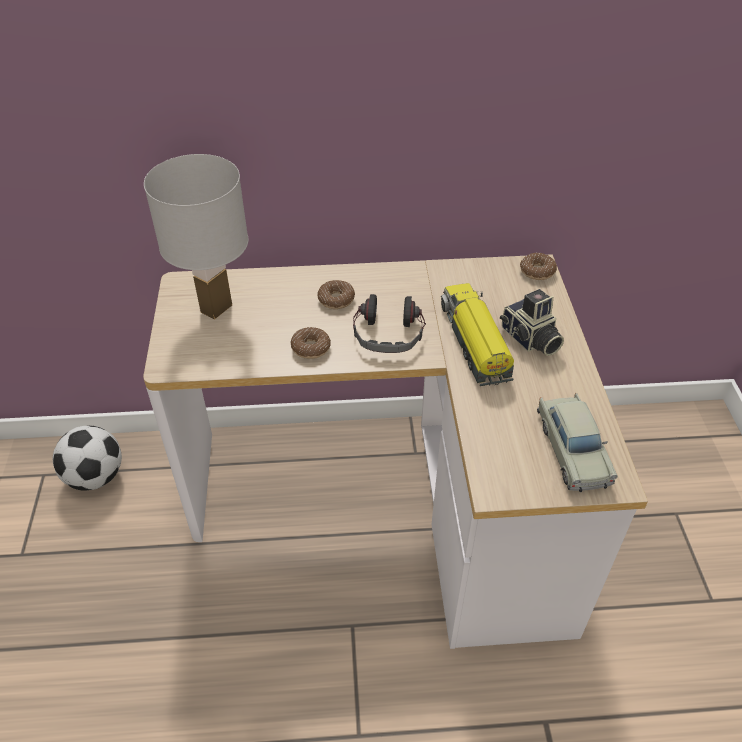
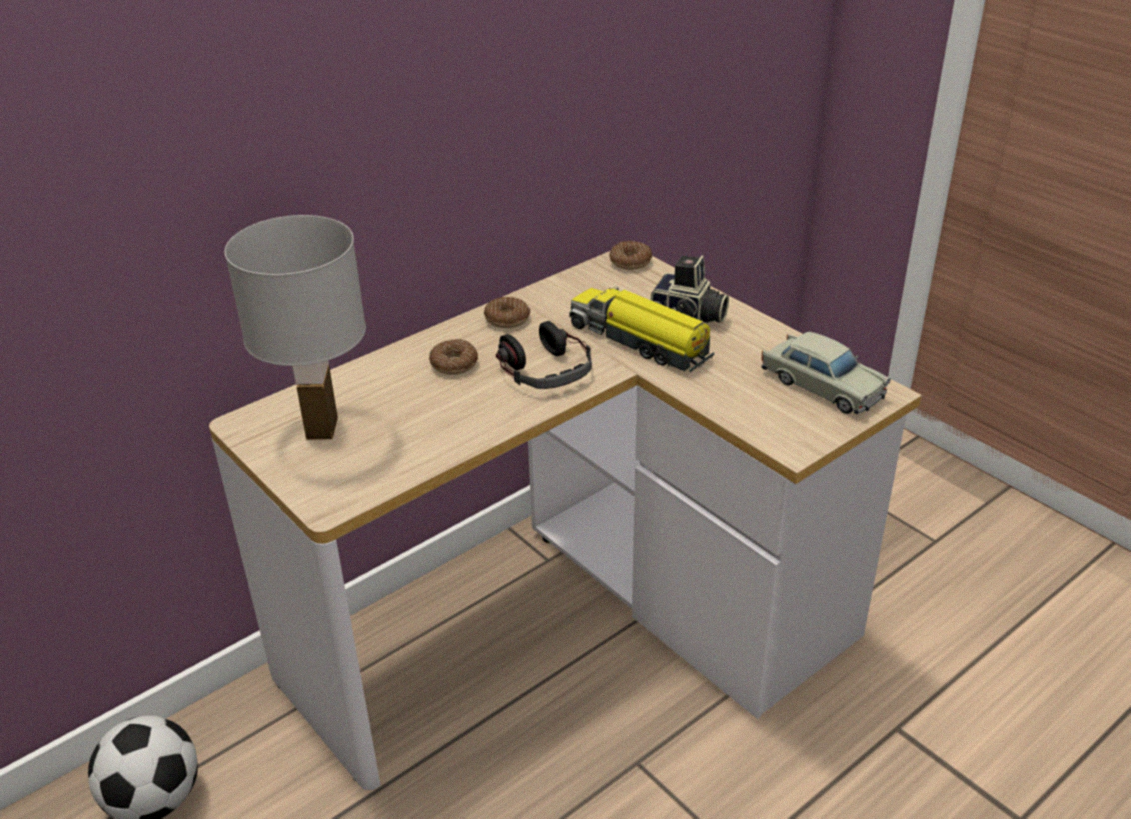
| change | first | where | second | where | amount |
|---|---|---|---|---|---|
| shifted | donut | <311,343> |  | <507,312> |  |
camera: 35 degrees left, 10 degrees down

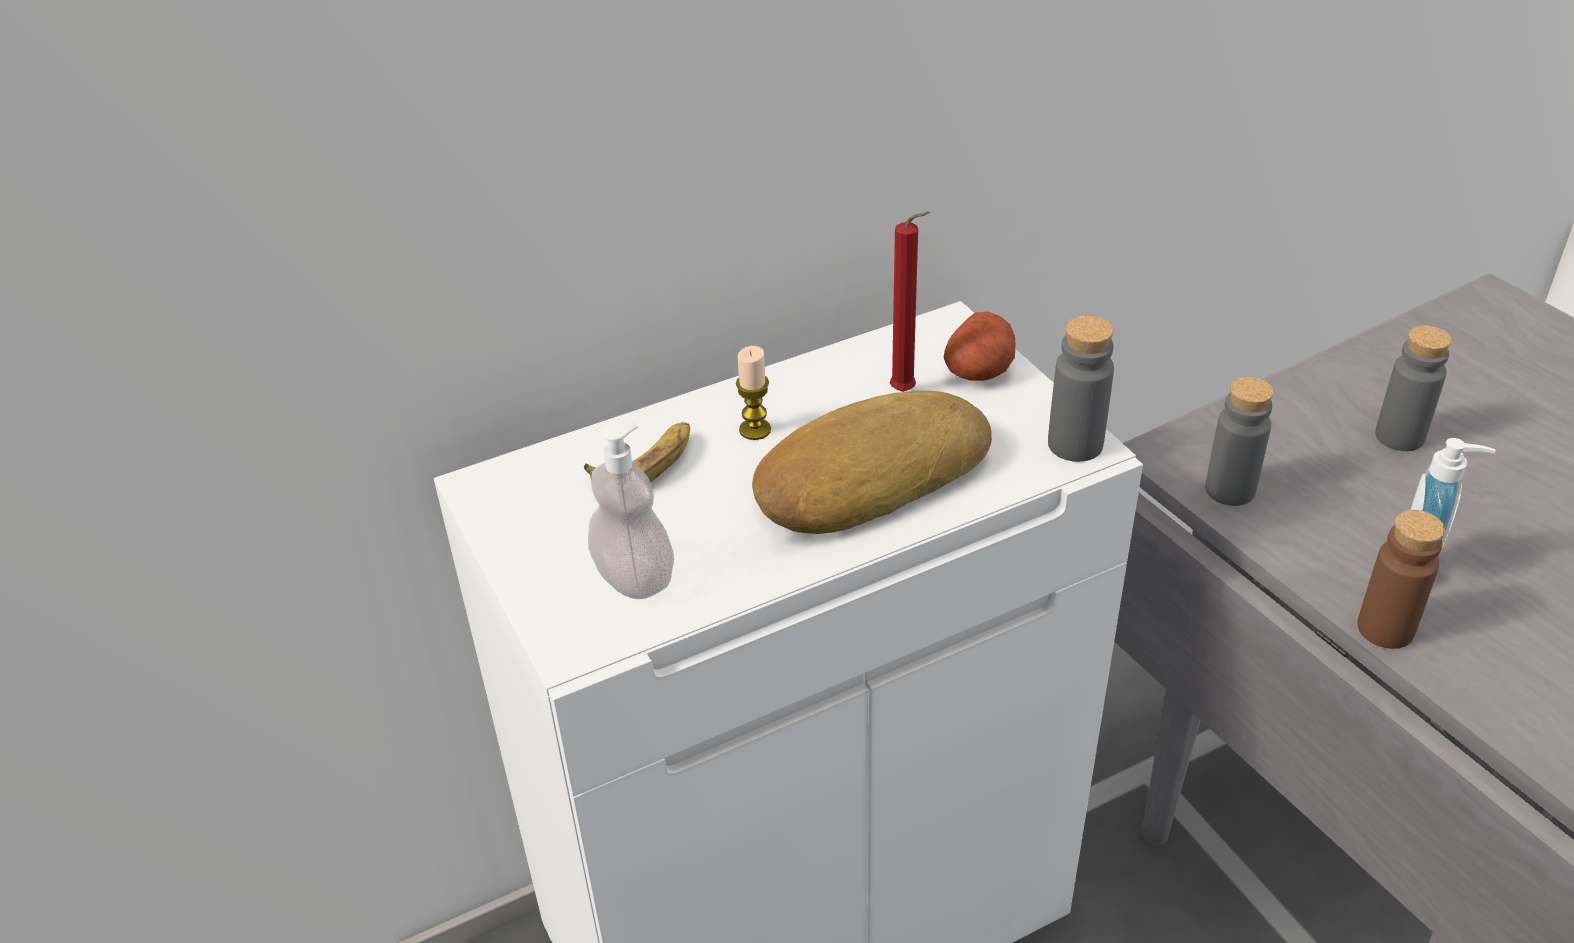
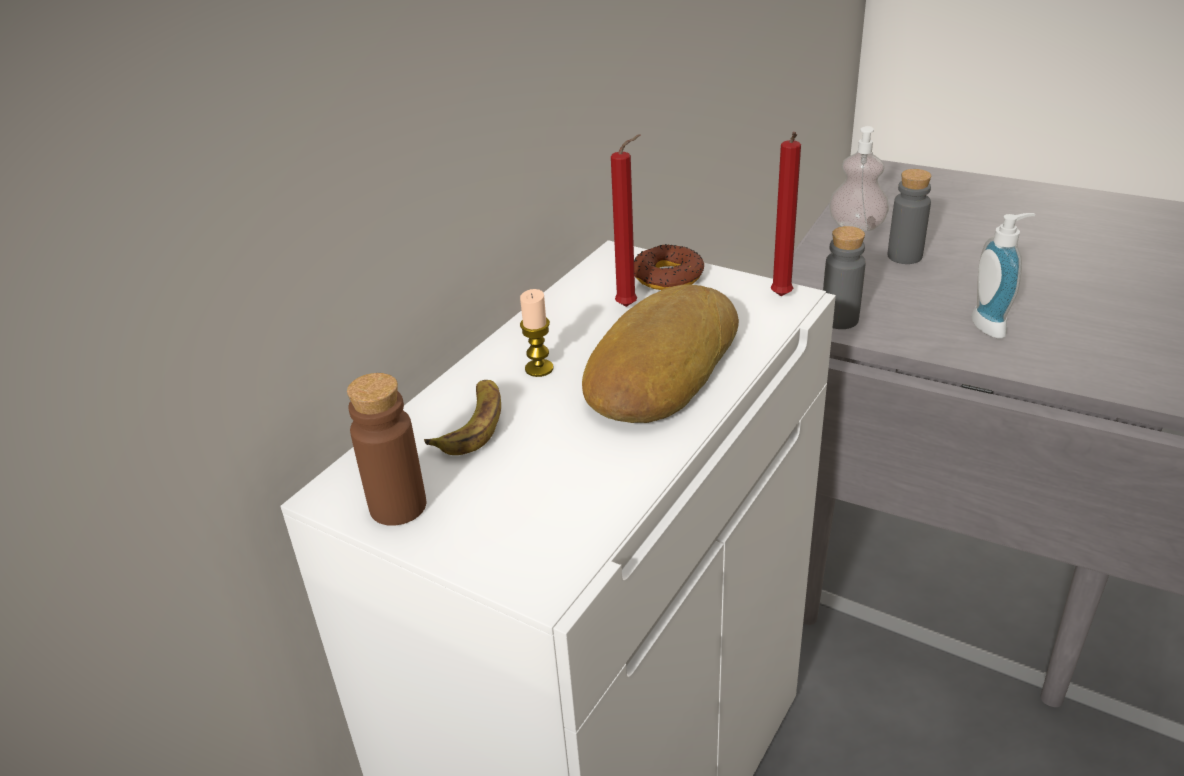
| change | first | where | second | where | amount |
|---|---|---|---|---|---|
| shifted | soap dispenser | <631,510> |  | <859,178> |  |
| shifted | bottle (brown) | <1401,579> |  | <386,449> |  |
| swapped | potato | <979,346> | donut | <669,267> |  |
| swapped | bottle (grey) | <1081,388> | candle (red) | <785,214> |  |
camera: 30 degrees left, 5 degrees down

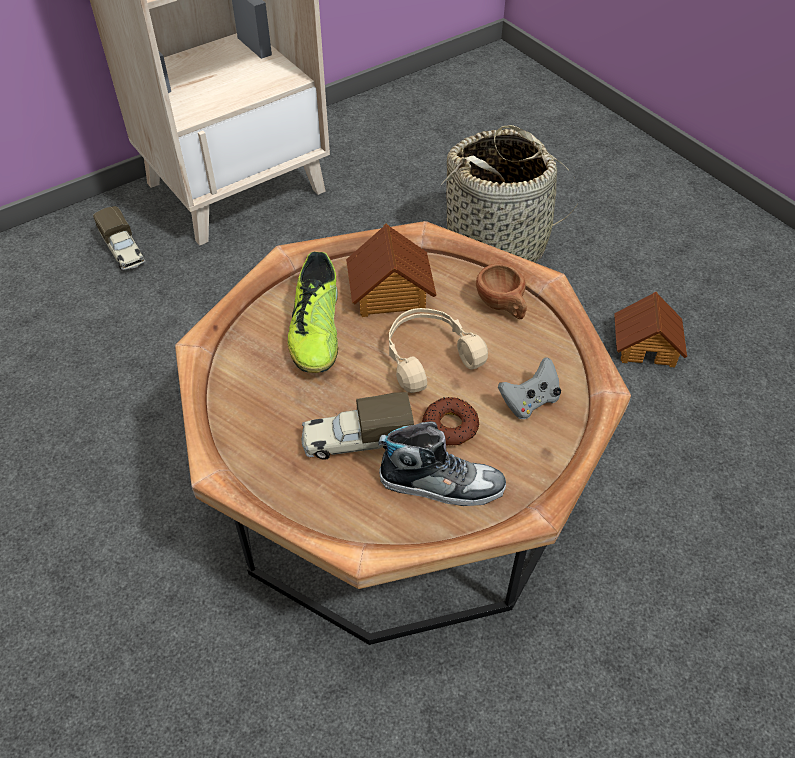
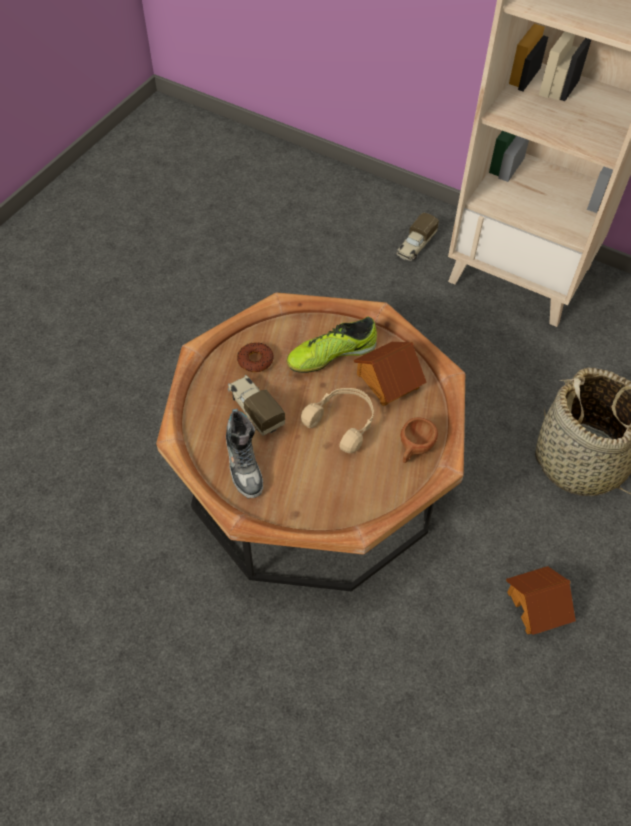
| change | first | where | second | where | amount |
|---|---|---|---|---|---|
| gone | game controller (grey) | <529,388> |  |  |  |
| shifted | donut | <450,421> |  | <255,357> |  |
camera: 65 degrees right, 5 degrees up

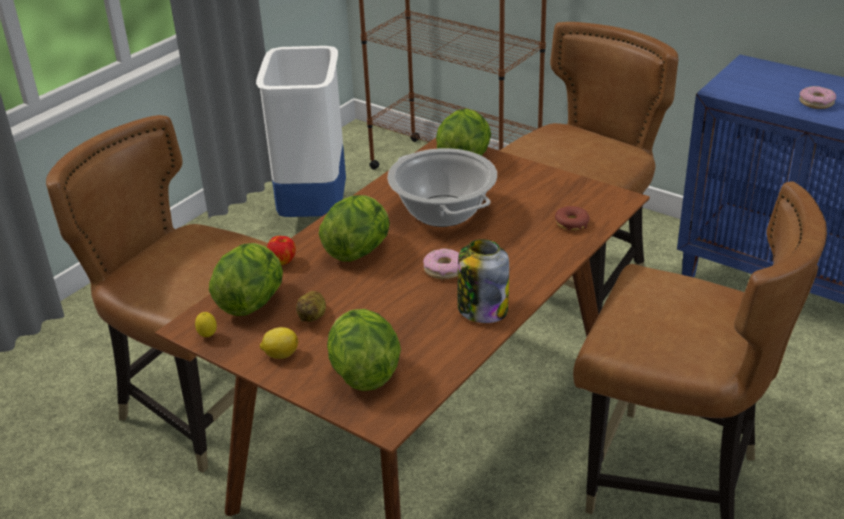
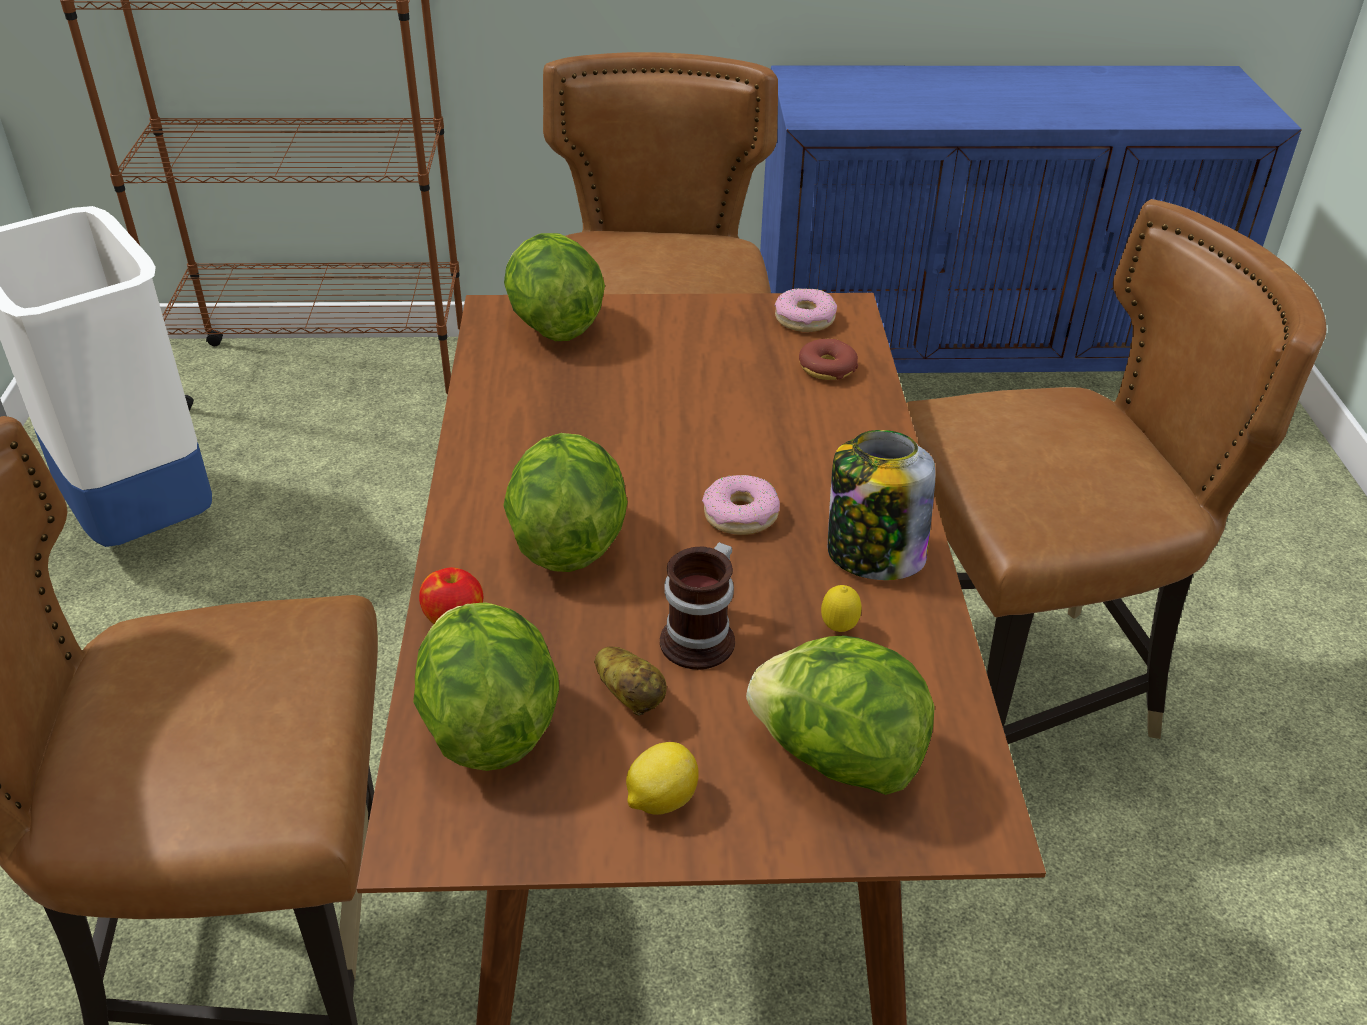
| change | first | where | second | where | amount |
|---|---|---|---|---|---|
| gone | cooking pot | <442,187> |  |  |  |
| new |  |  | mug | <697,606> |  |
| shifted | lemon | <206,324> |  | <841,608> |  |
| shifted | donut | <817,97> |  | <806,310> |  |
camera: 40 degrees left, 5 degrees up

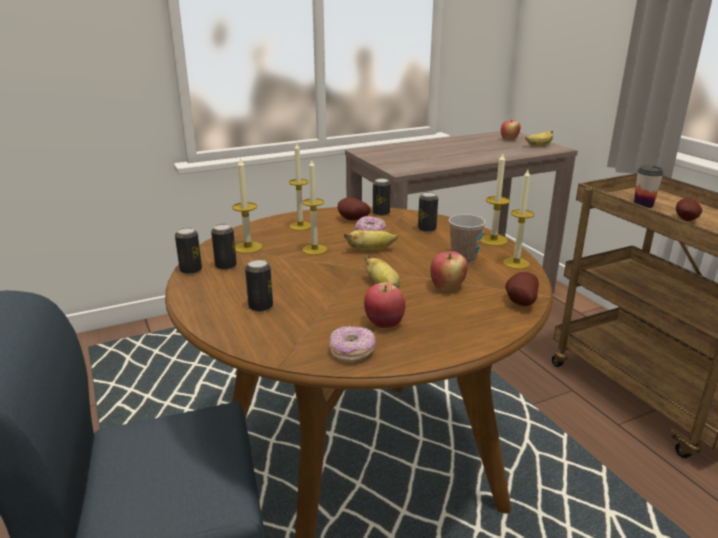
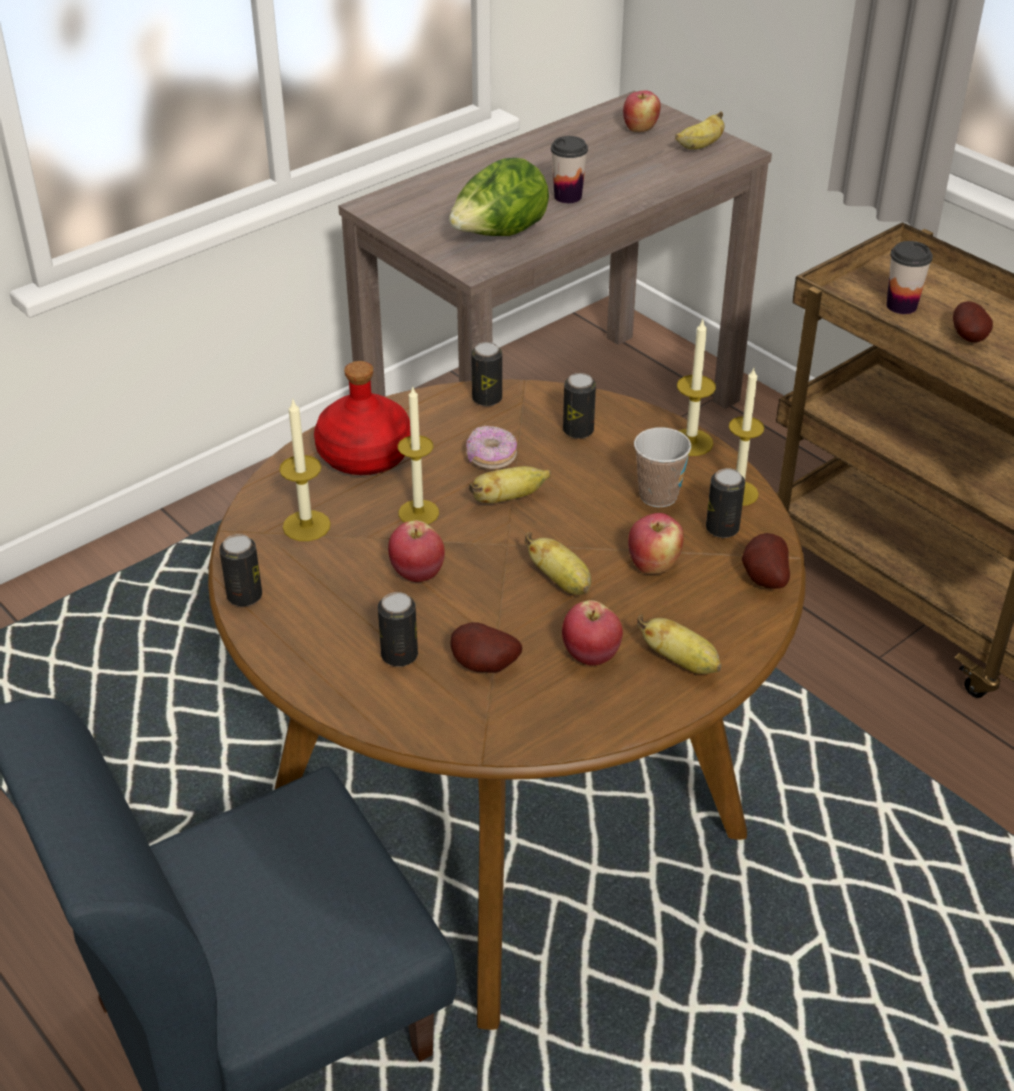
| change | first | where | second | where | amount |
|---|---|---|---|---|---|
| gone | donut | <352,344> |  |  |  |
| new |  |  | apple | <416,551> |  |
| new |  |  | lettuce | <499,197> |  |
| new |  |  | cup | <569,169> |  |
| new |  |  | banana | <679,644> |  |
| shifted | can | <224,247> |  | <725,503> |  |
| shifted | potato | <354,208> |  | <486,647> |  |
| swapped | candle | <300,186> | bottle (red) | <362,418> |  |
camera: 15 degrees left, 15 degrees up

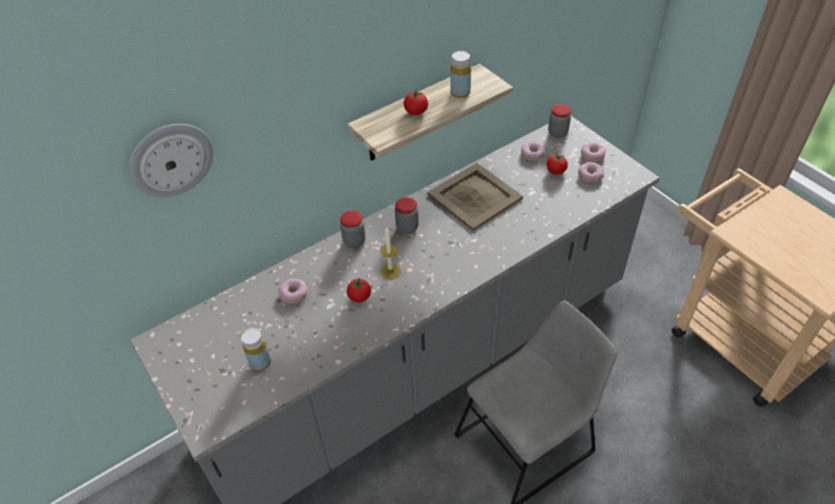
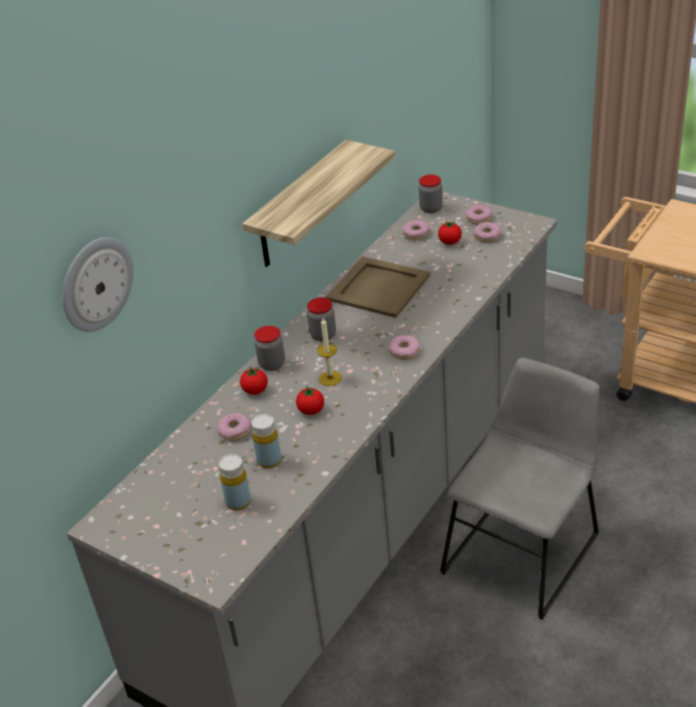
| change | first | where | second | where | amount |
|---|---|---|---|---|---|
| new |  |  | donut | <404,347> |  |
| shifted | tomato | <416,102> |  | <254,380> |  |
| shifted | bottle (yellow) | <460,74> |  | <266,441> |  |
camera: 20 degrees left, 10 degrees down

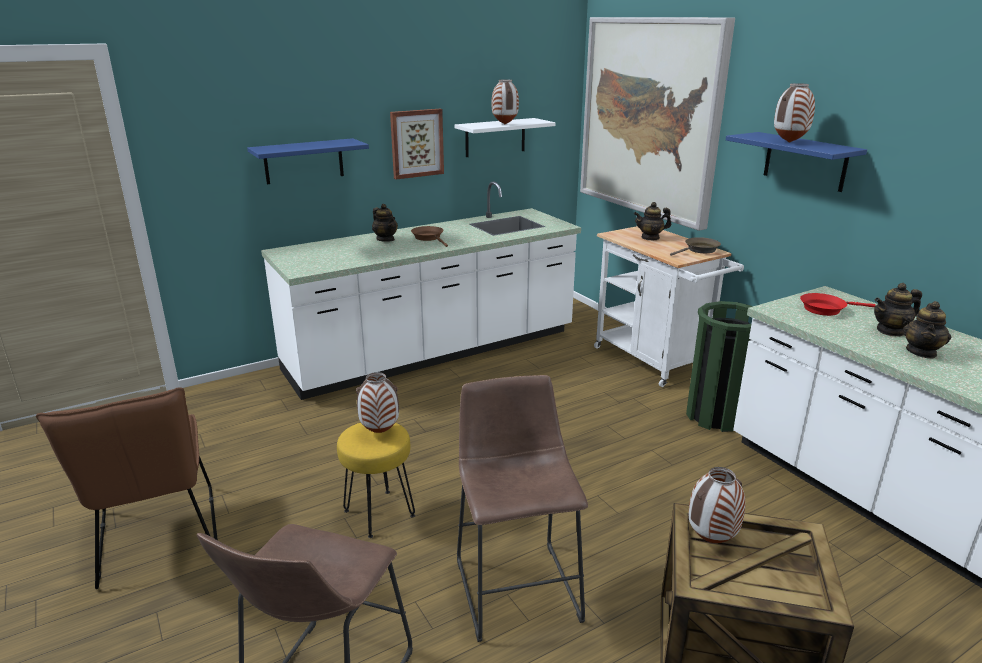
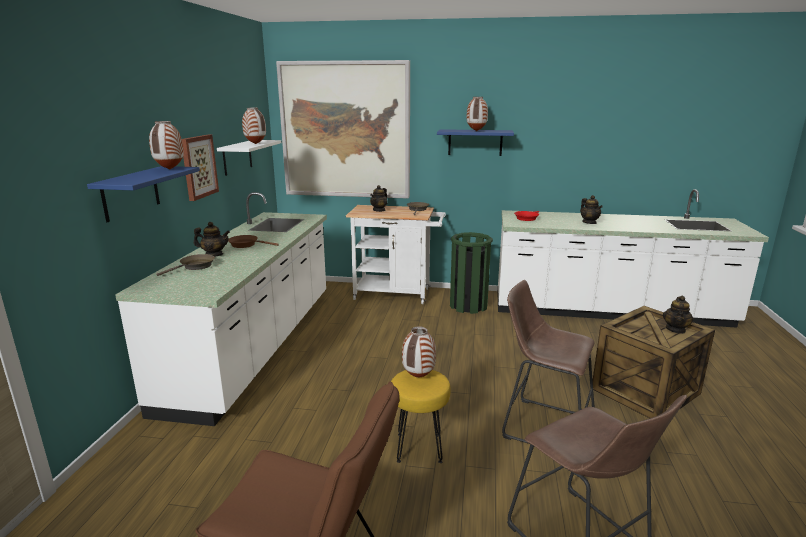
| change | first | where | second | where | amount |
|---|---|---|---|---|---|
| new |  |  | frying pan (brown) | <186,265> |  |
| shifted | vase | <717,505> |  | <166,145> |  |
| shifted | teapot | <898,310> |  | <678,315> |  |
camera: 50 degrees left, 5 degrees down

